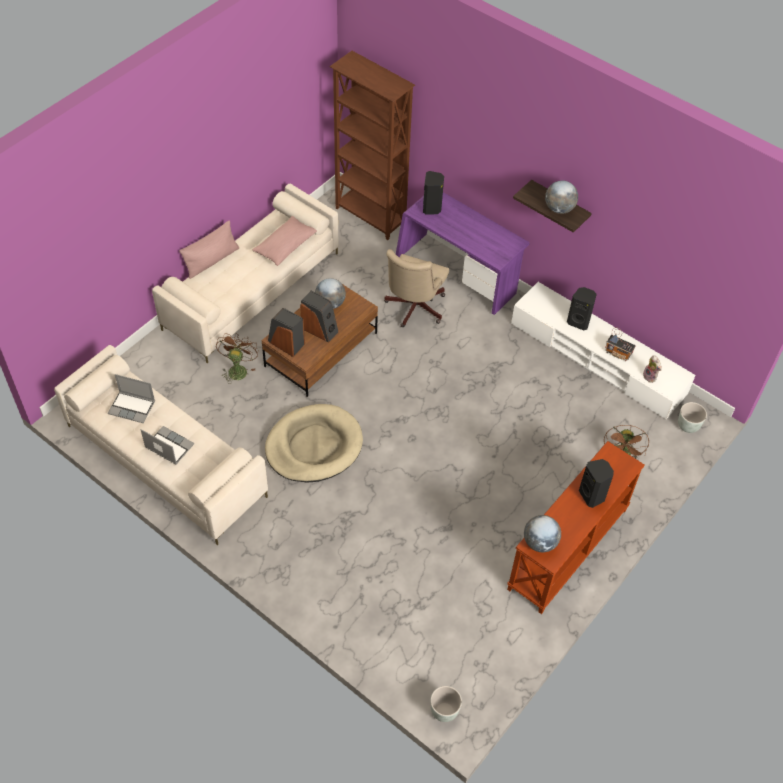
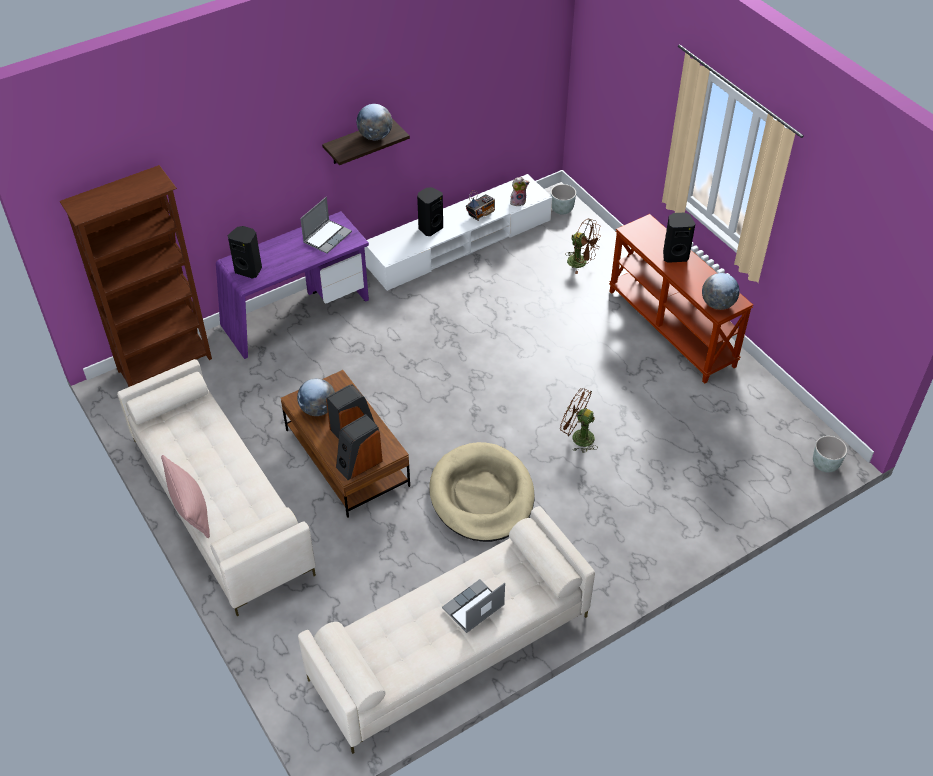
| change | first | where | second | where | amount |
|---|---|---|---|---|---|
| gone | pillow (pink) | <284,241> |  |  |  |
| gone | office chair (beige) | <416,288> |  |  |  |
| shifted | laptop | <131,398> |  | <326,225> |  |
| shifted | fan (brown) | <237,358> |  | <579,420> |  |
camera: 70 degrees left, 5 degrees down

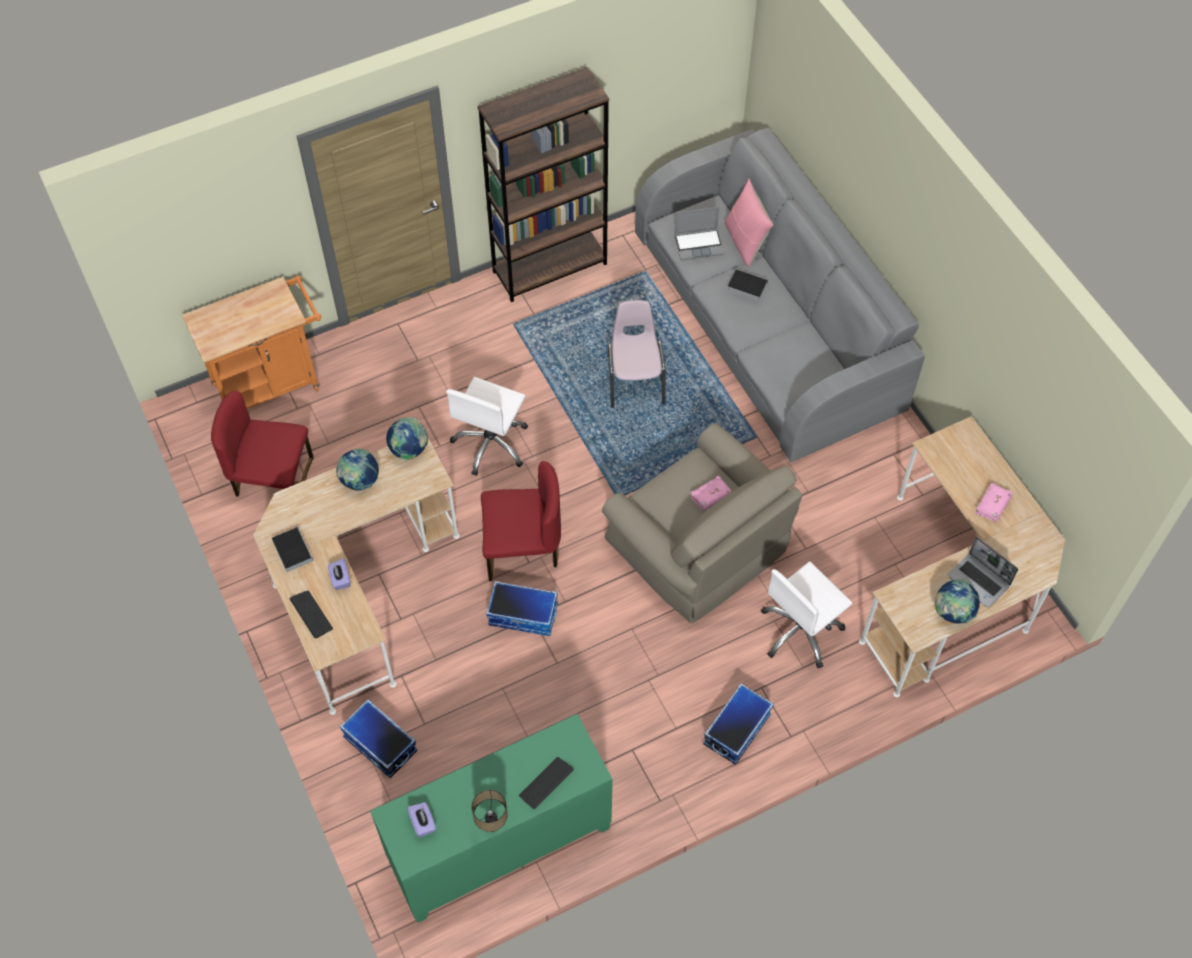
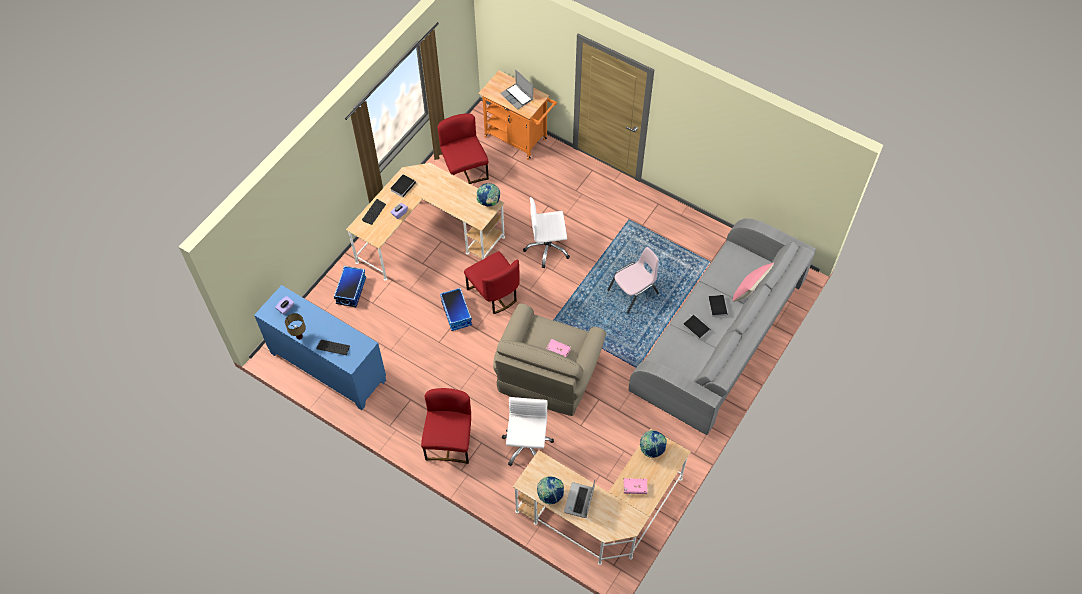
| change | first | where | second | where | amount |
|---|---|---|---|---|---|
| gone | bookcase (brown) | <543,184> |  |  |  |
| new |  |  | book | <696,327> |  |
| shifted | globe | <357,470> |  | <653,444> |  |
| shifted | laptop | <699,233> |  | <516,90> |  |
| swapped | storage box | <738,724> | chair (red) | <446,426> |  |
| repainted | cabinet (green) | <491,818> | cabinet (blue) | <320,347> |  |
| rotated | office chair (white) | <806,615> |  | <528,431> | 75 degrees clockwise |
camera: 60 degrees right, 0 degrees up

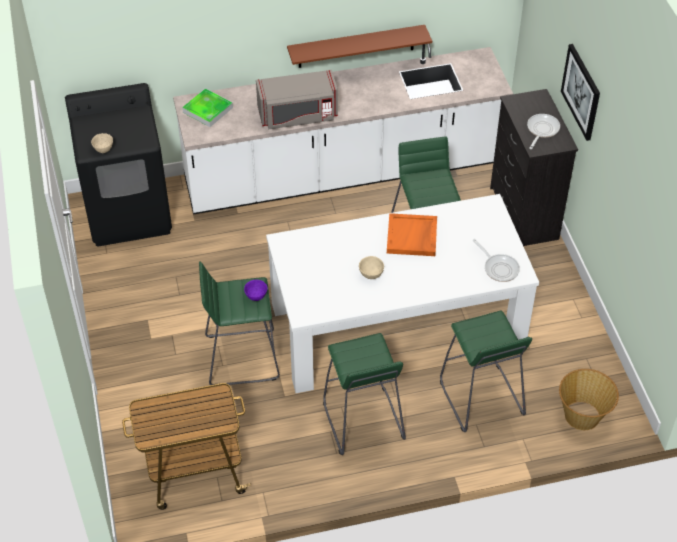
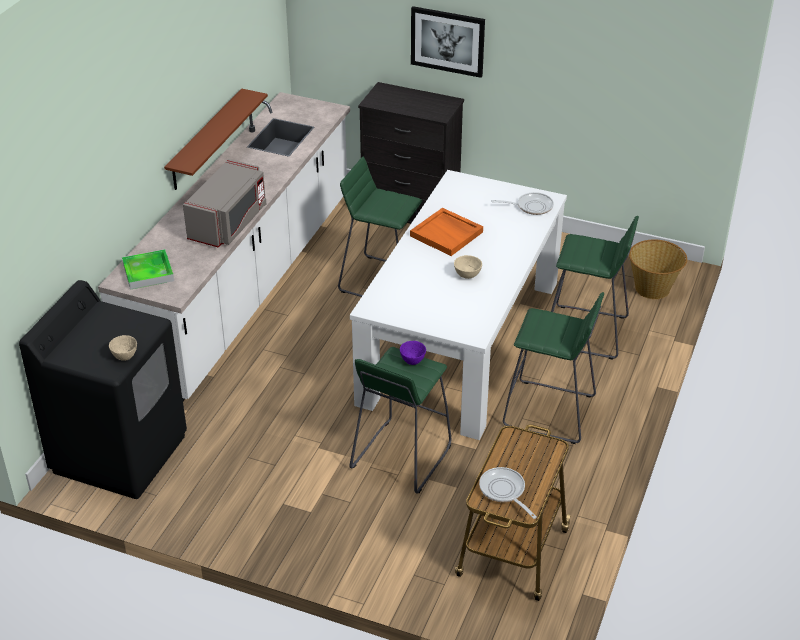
| change | first | where | second | where | amount |
|---|---|---|---|---|---|
| shifted | frying pan | <543,131> |  | <508,493> |  |
camera: 55 degrees left, 10 degrees down

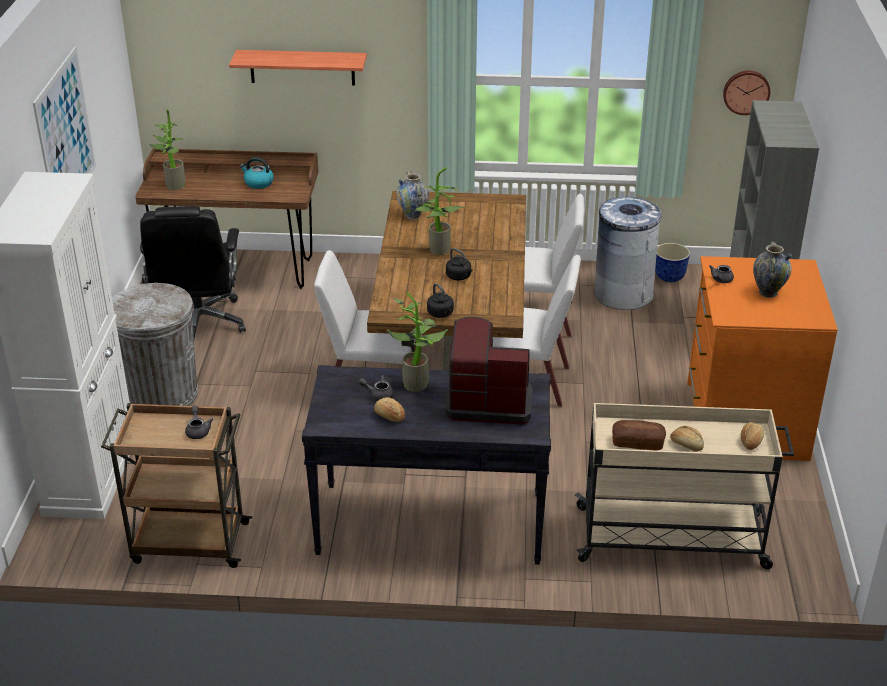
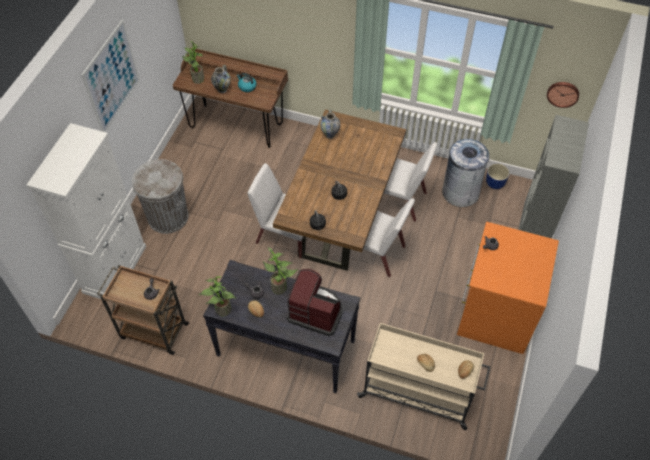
| change | first | where | second | where | amount |
|---|---|---|---|---|---|
| gone | office chair (black) | <193,273> |  |  |  |
| gone | shelf | <298,68> |  |  |  |
| gone | bread | <639,435> |  |  |  |
| shifted | potted plant | <439,211> |  | <217,296> |  |
| shifted | vase | <772,269> |  | <221,79> |  |
camera: 15 degrees right, 20 degrees up

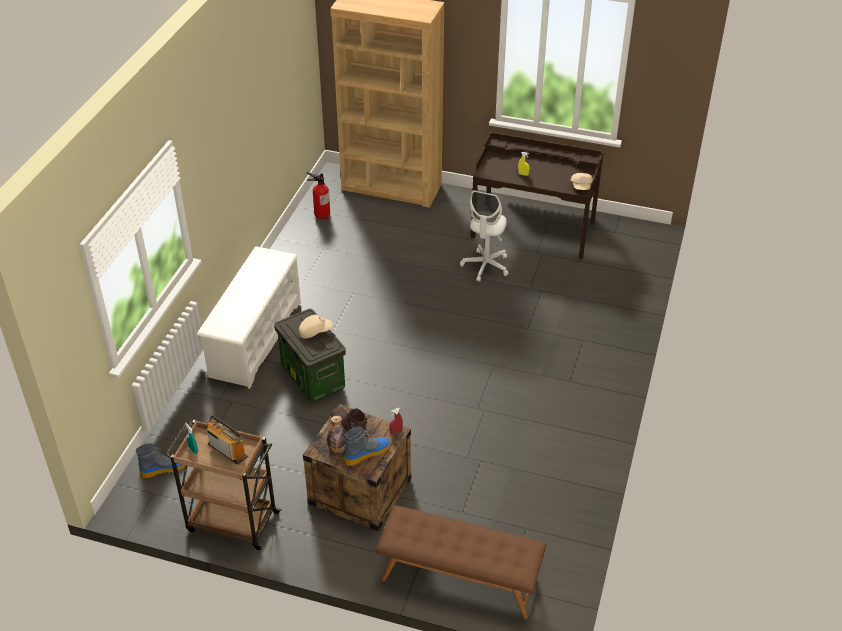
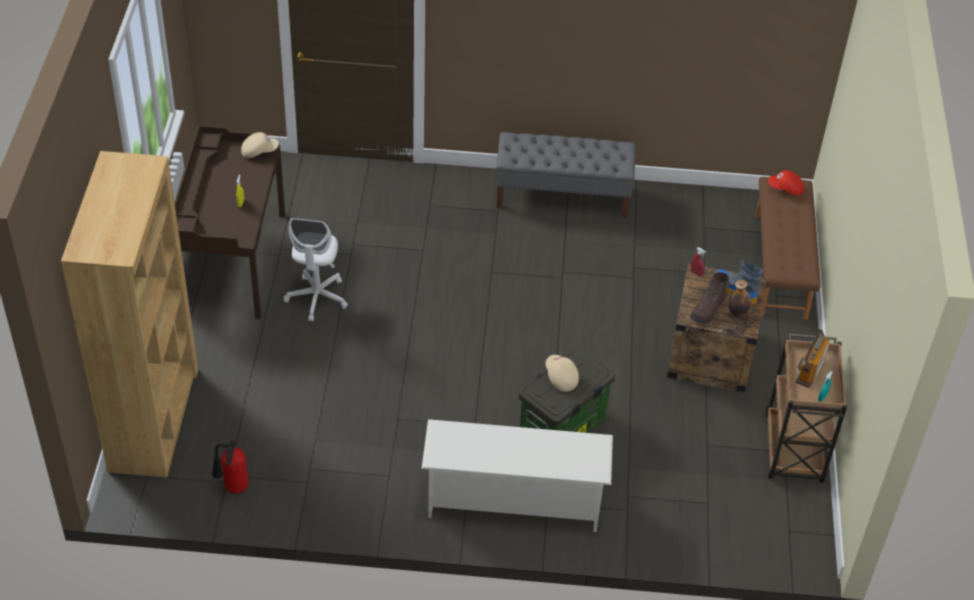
| change | first | where | second | where | amount |
|---|---|---|---|---|---|
| gone | boot | <161,460> |  |  |  |
| new |  |  | bench (grey) | <565,175> |  |
| new |  |  | cap (red) | <786,183> |  |
| rotated | office chair (white) | <484,236> |  | <315,270> | 90 degrees clockwise |
camera: 105 degrees left, 5 degrees up

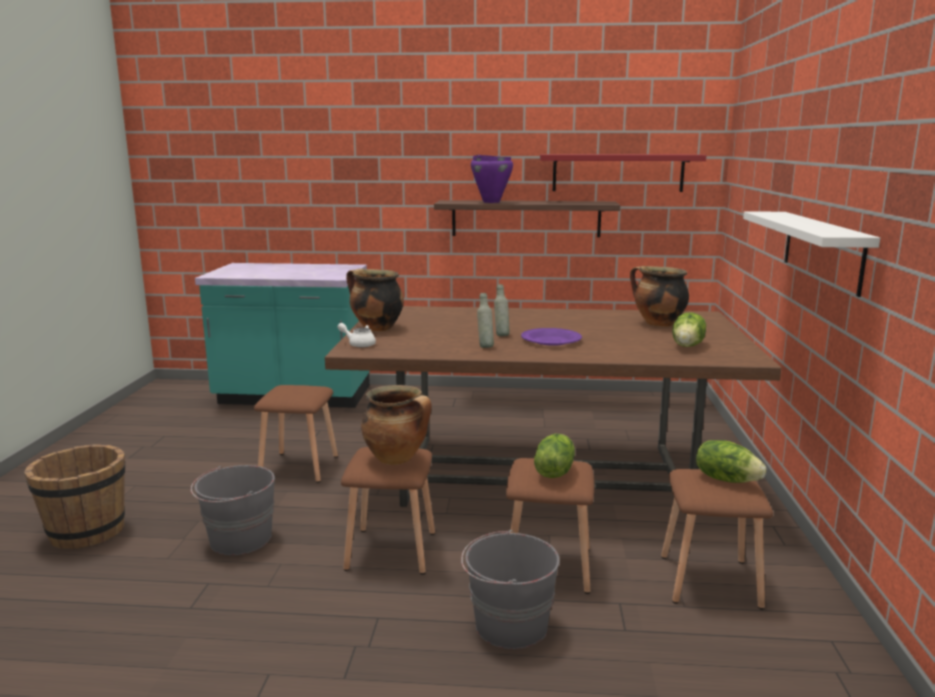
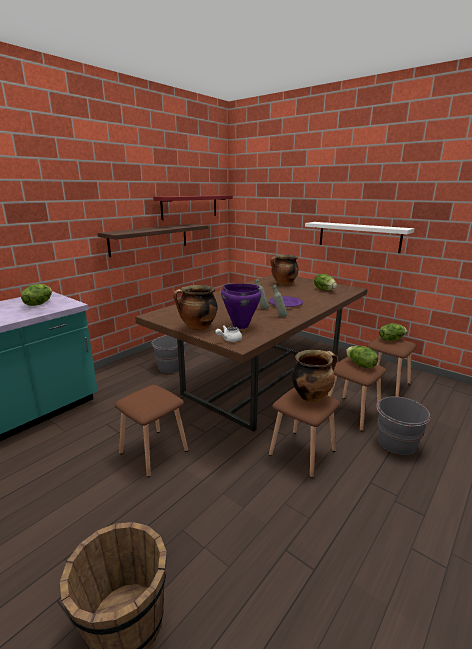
| change | first | where | second | where | amount |
|---|---|---|---|---|---|
| new |  |  | lettuce | <36,295> |  |
| shifted | bucket (grey) | <233,510> |  | <168,354> |  |
| shifted | cooking pot (purple) | <492,179> |  | <241,306> |  |
camera: 55 degrees left, 5 degrees up

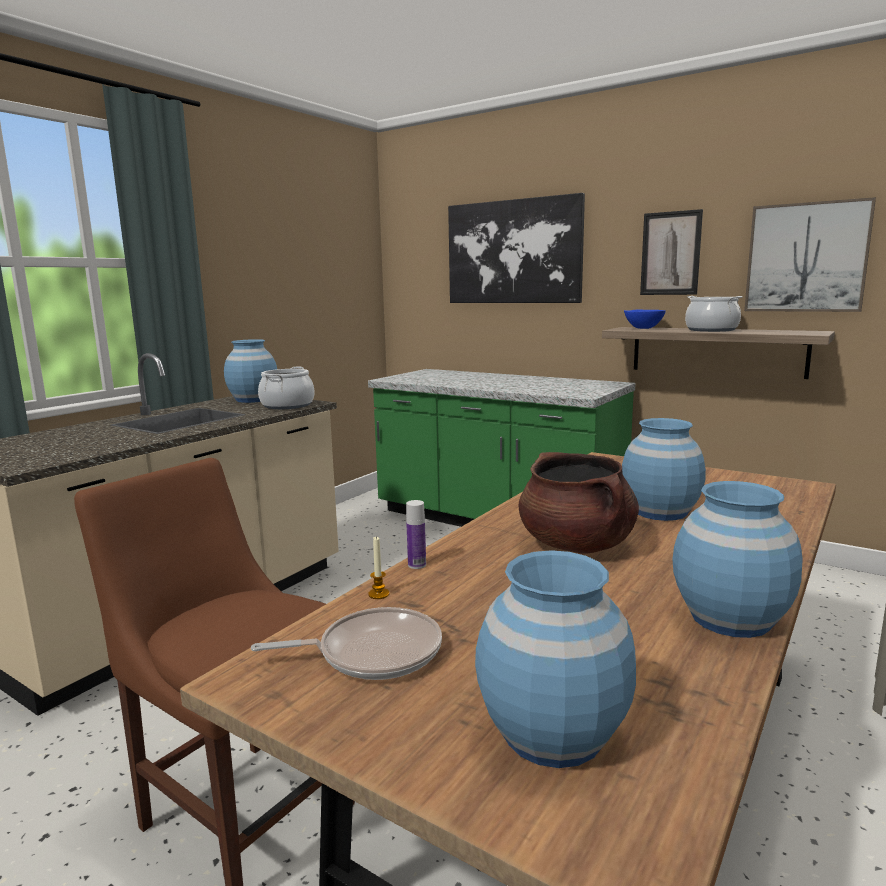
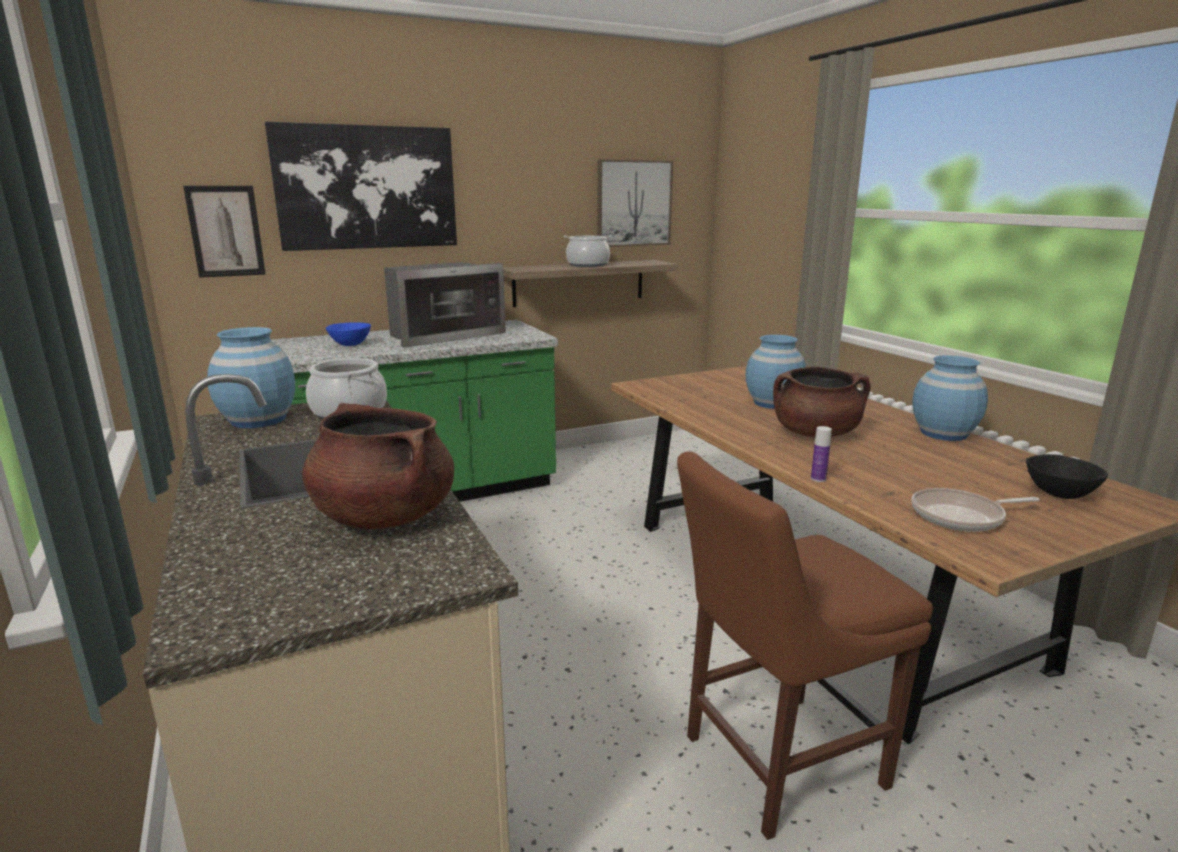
| change | first | where | second | where | amount |
|---|---|---|---|---|---|
| gone | candle | <378,567> |  |  |  |
| new |  |  | cooking pot (brown) | <378,466> |  |
| new |  |  | microwave | <445,305> |  |
| shifted | bowl (blue) | <645,319> |  | <348,334> |  |
| shifted | picture | <671,252> |  | <224,232> |  |
| swapped | vase (blue) | <555,659> | bowl (black) | <1067,476> |  |
| rotated | frying pan | <346,643> |  | <975,510> | 120 degrees counterclockwise |
camera: 60 degrees left, 5 degrees up

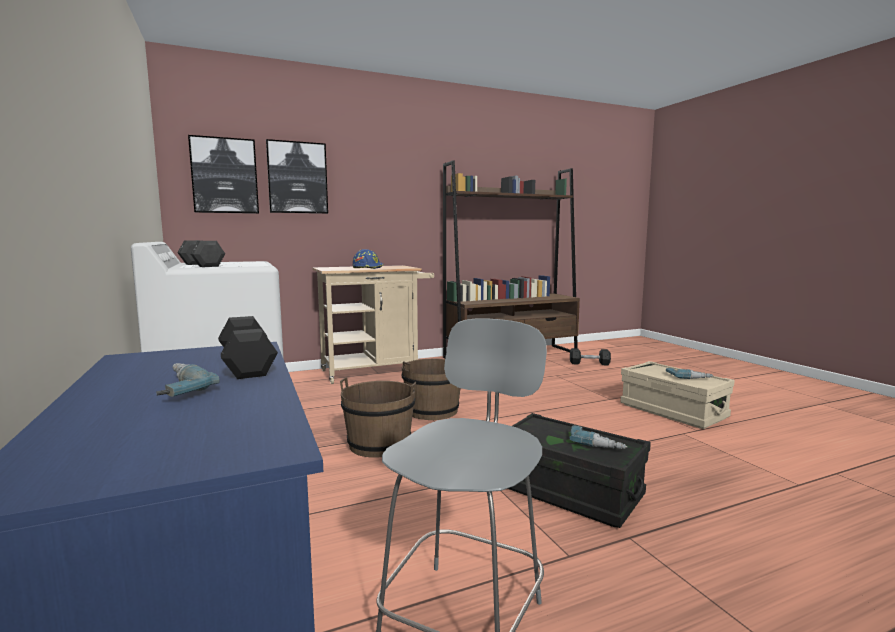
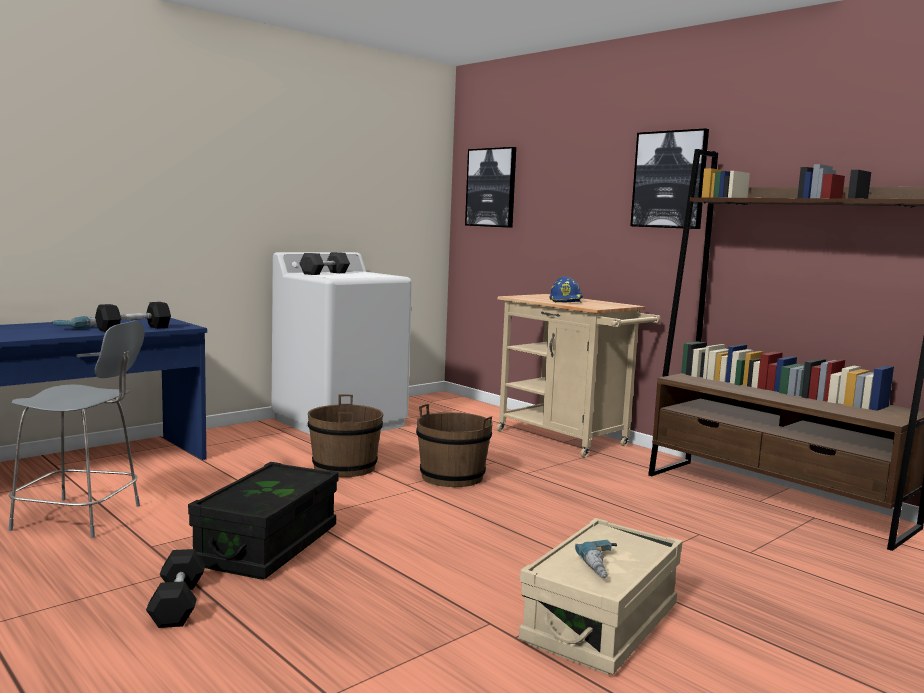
| change | first | where | second | where | amount |
|---|---|---|---|---|---|
| gone | power drill | <598,437> |  |  |  |
| shifted | picture | <297,176> |  | <669,178> |  |
| shifted | dumbbell (black) | <590,356> |  | <175,588> |  |
camera: 70 degrees right, 0 degrees up

